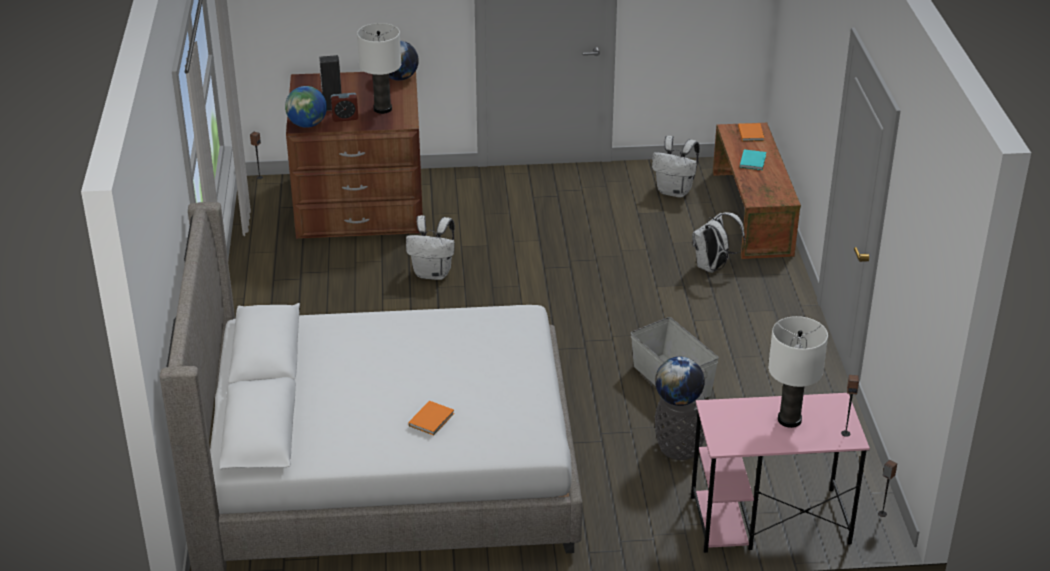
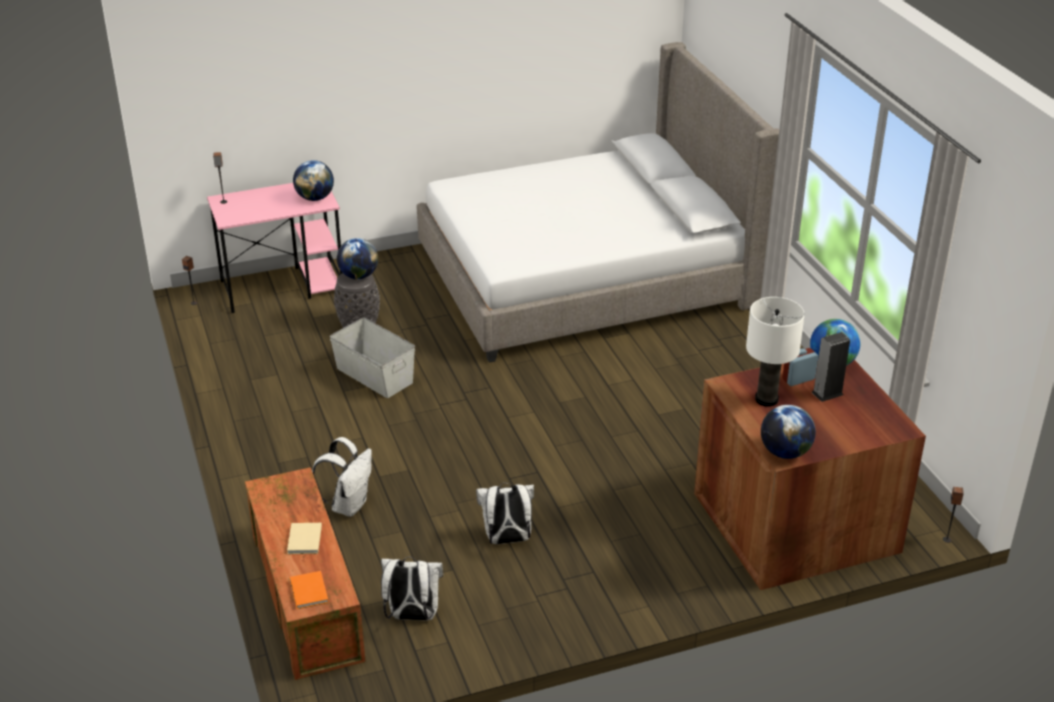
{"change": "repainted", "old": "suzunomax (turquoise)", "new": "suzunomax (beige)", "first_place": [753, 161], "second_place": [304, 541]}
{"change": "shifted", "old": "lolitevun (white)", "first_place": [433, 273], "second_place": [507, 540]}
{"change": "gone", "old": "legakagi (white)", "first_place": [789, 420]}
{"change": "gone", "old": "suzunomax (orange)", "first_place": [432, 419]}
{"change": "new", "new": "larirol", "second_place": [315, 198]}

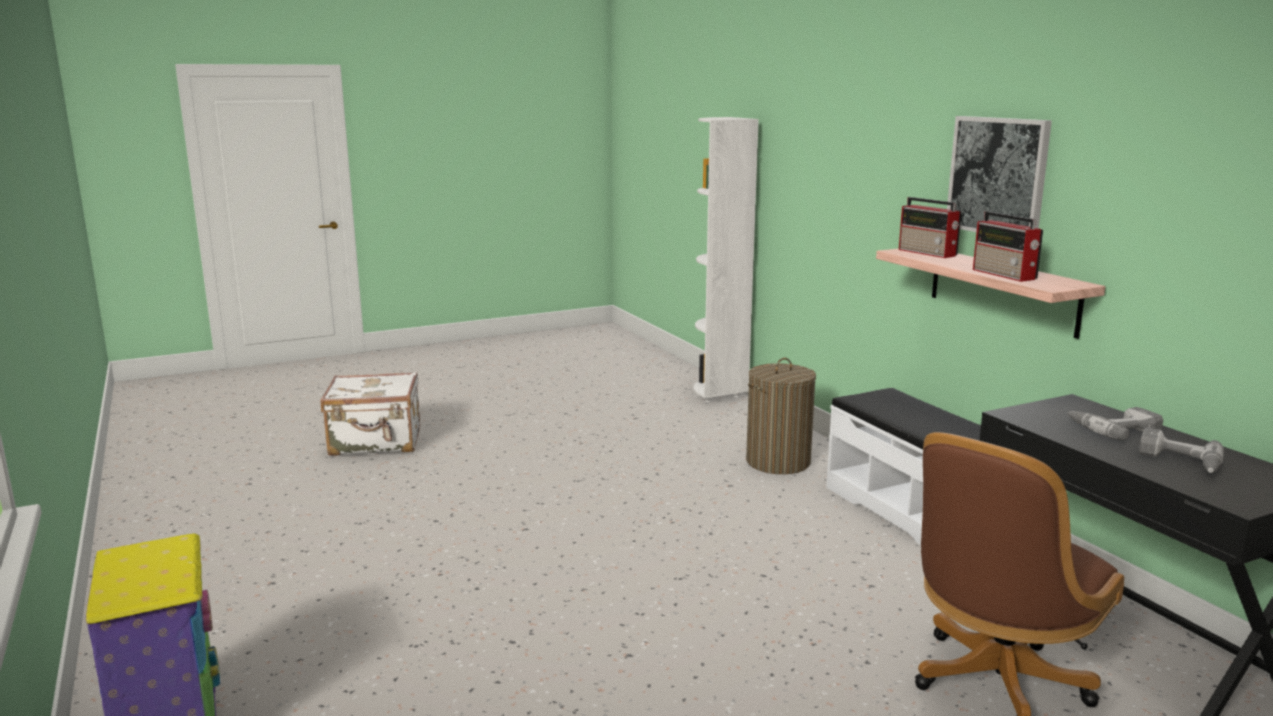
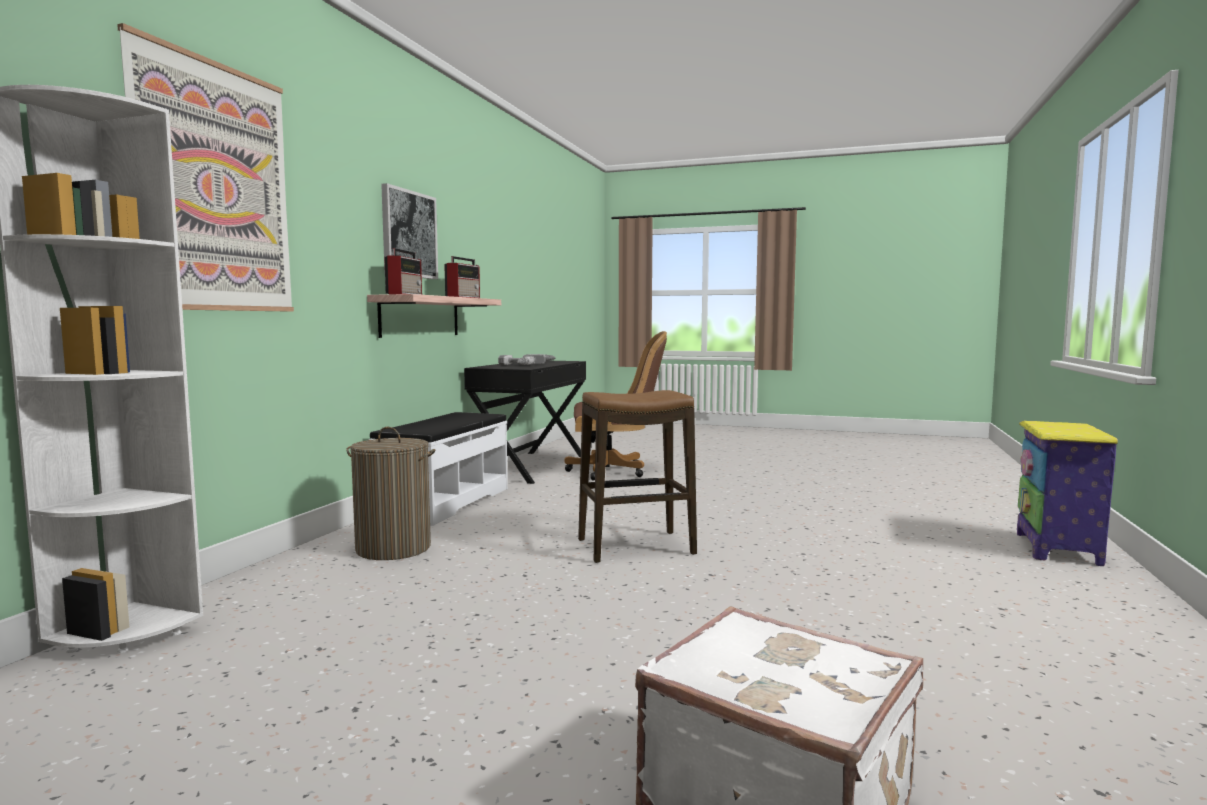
{"change": "new", "new": "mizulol", "second_place": [215, 188]}
{"change": "new", "new": "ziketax", "second_place": [636, 547]}

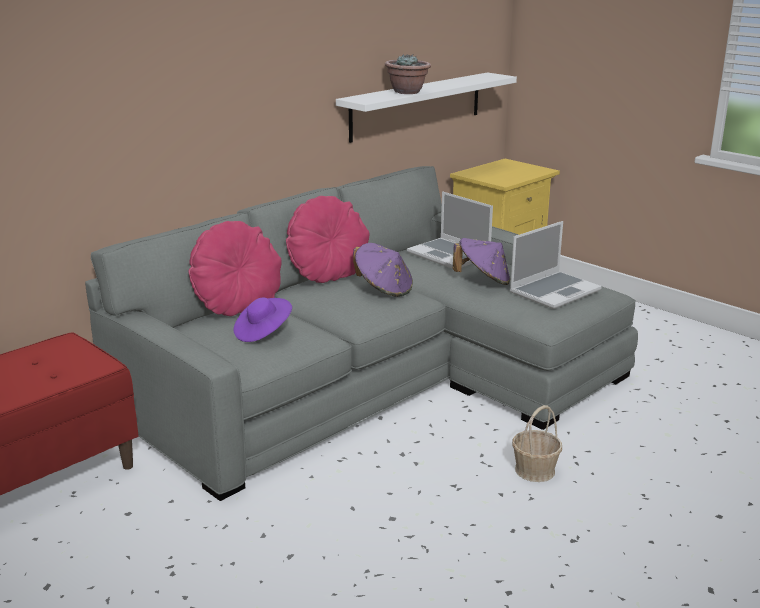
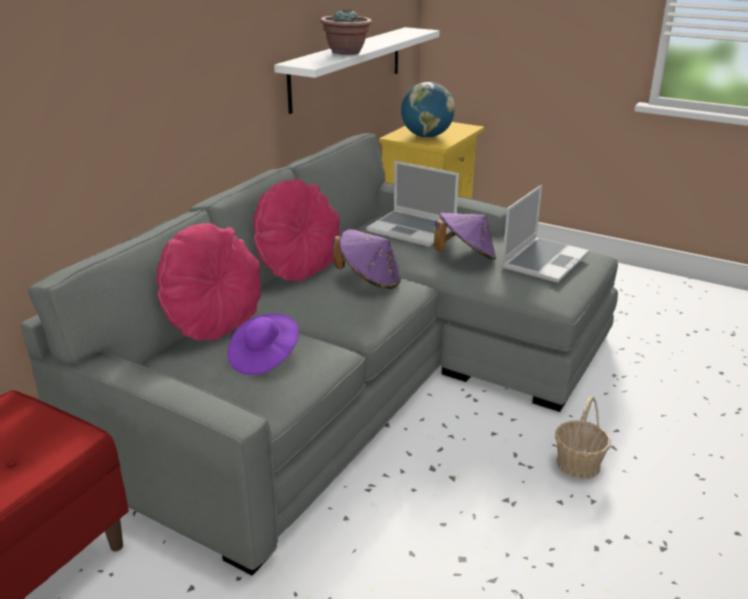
{"change": "new", "new": "larirol", "second_place": [426, 136]}

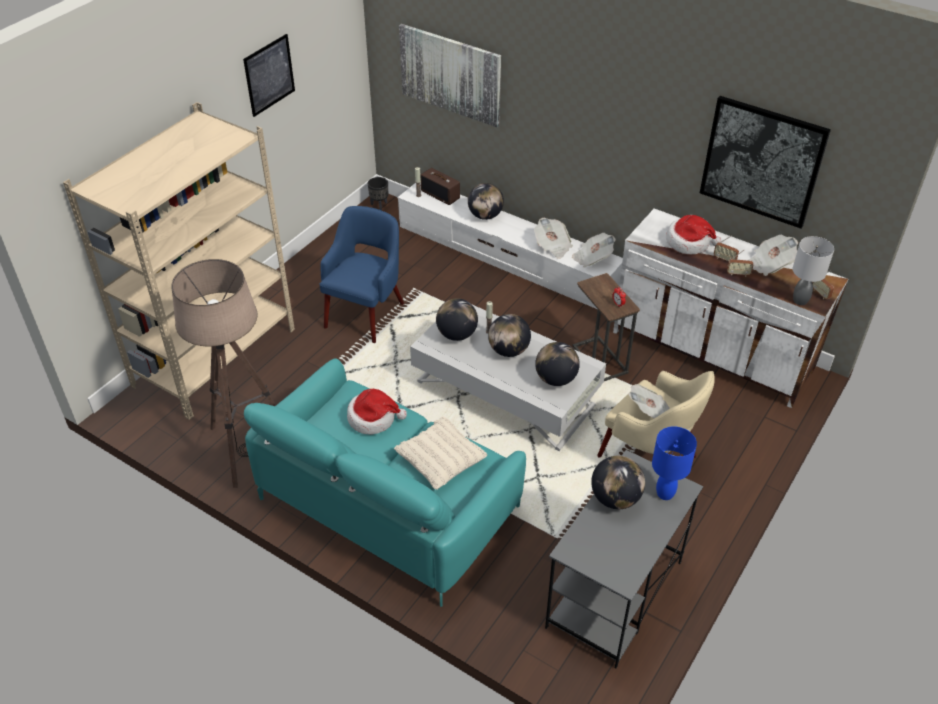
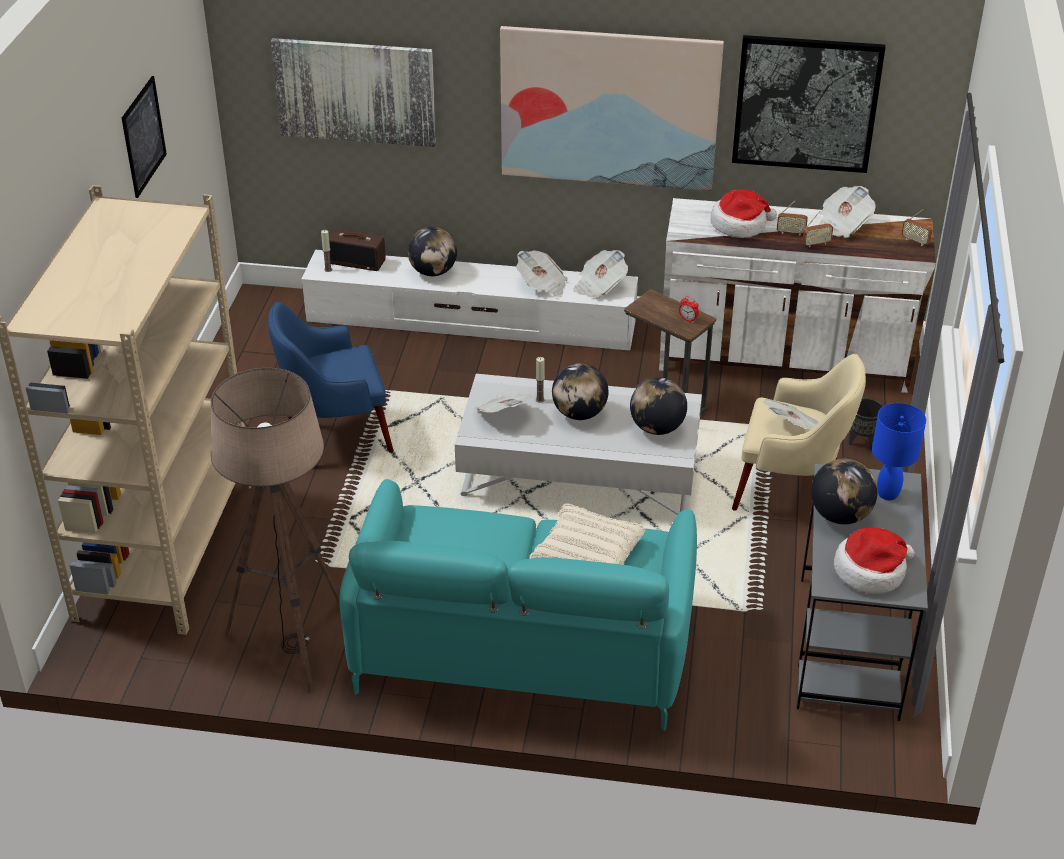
{"change": "shifted", "old": "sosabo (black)", "first_place": [379, 206], "second_place": [862, 443]}
{"change": "rotated", "old": "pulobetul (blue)", "first_place": [365, 313], "second_place": [336, 437], "degrees": -105}
{"change": "gone", "old": "legakagi (grey)", "first_place": [800, 300]}
{"change": "swapped", "old": "larirol", "new": "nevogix", "first_place": [457, 335], "second_place": [503, 414]}
{"change": "shifted", "old": "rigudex", "first_place": [373, 418], "second_place": [871, 571]}
{"change": "new", "new": "mizulol", "second_place": [609, 108]}

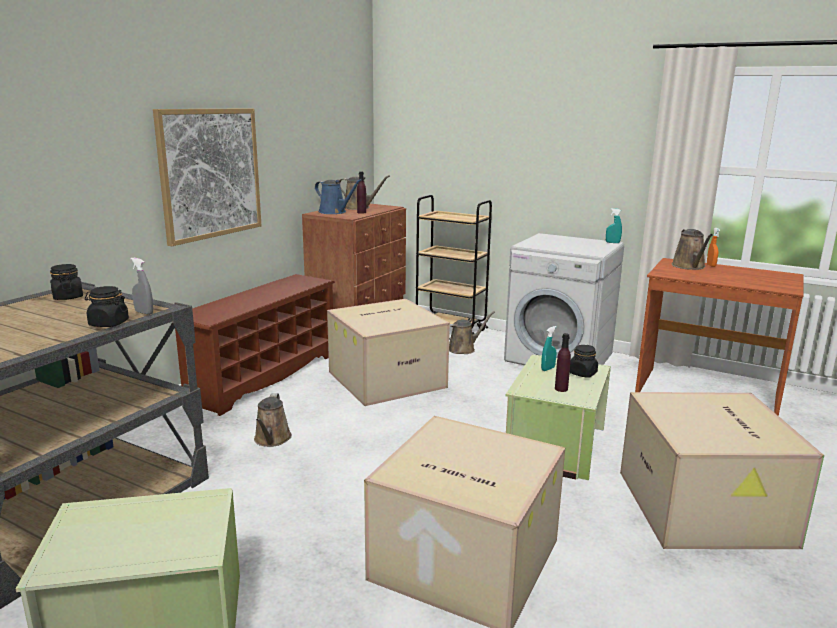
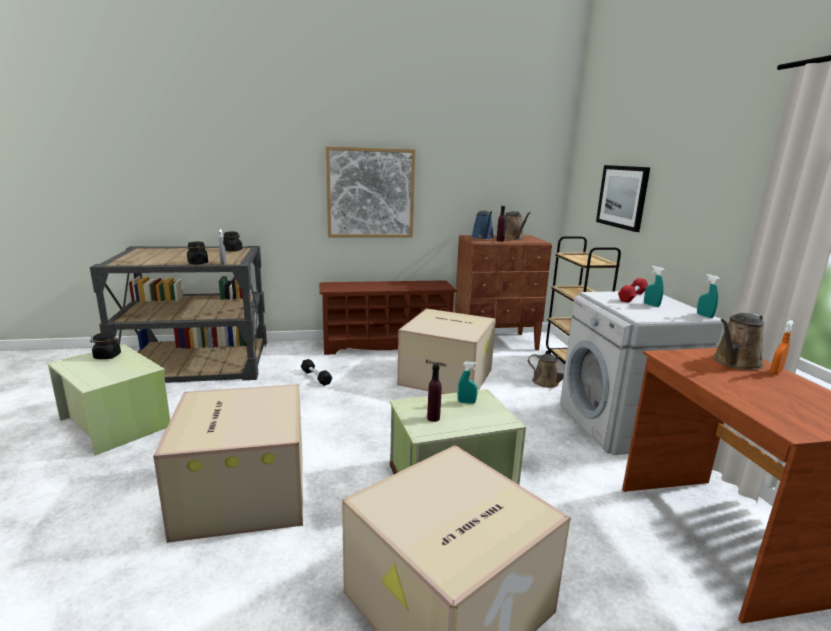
{"change": "shifted", "old": "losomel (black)", "first_place": [582, 373], "second_place": [107, 356]}
{"change": "swapped", "old": "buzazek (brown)", "new": "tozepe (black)", "first_place": [272, 439], "second_place": [316, 377]}
{"change": "new", "new": "mizulol", "second_place": [622, 197]}
{"change": "new", "new": "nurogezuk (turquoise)", "second_place": [651, 305]}
{"change": "new", "new": "tozepe (red)", "second_place": [632, 296]}

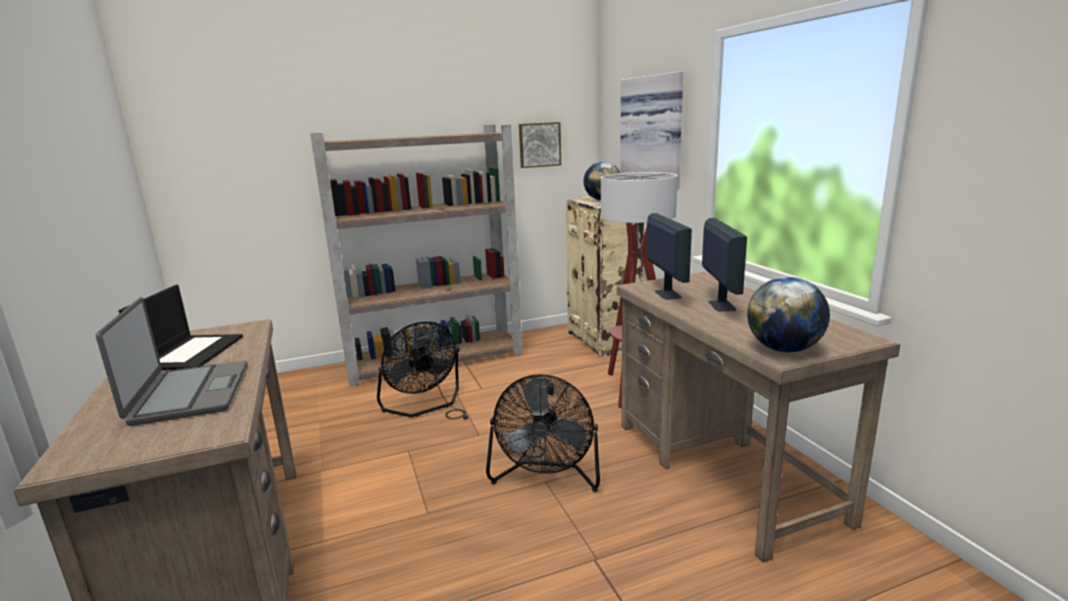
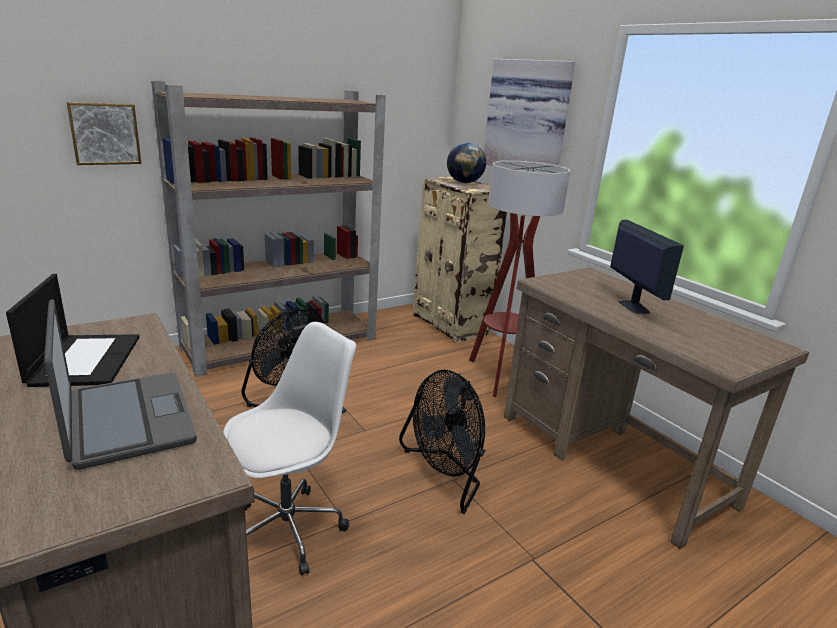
{"change": "shifted", "old": "mizulol", "first_place": [539, 144], "second_place": [105, 133]}
{"change": "gone", "old": "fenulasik", "first_place": [667, 294]}
{"change": "gone", "old": "larirol", "first_place": [784, 349]}
{"change": "rotated", "old": "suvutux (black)", "first_place": [543, 474], "second_place": [448, 471], "degrees": 60}
{"change": "new", "new": "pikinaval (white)", "second_place": [290, 529]}

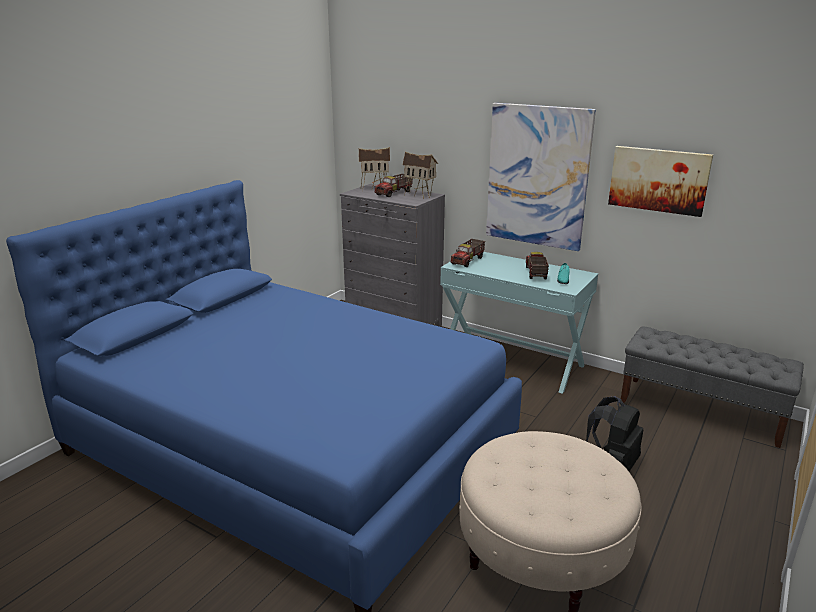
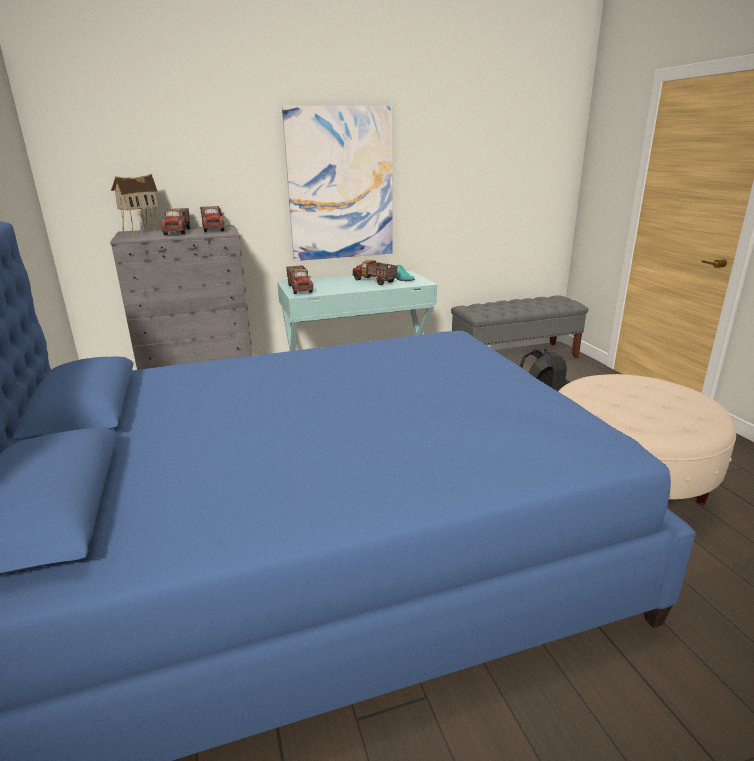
{"change": "gone", "old": "mizulol", "first_place": [658, 180]}
{"change": "swapped", "old": "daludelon", "new": "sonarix", "first_place": [419, 196], "second_place": [213, 229]}

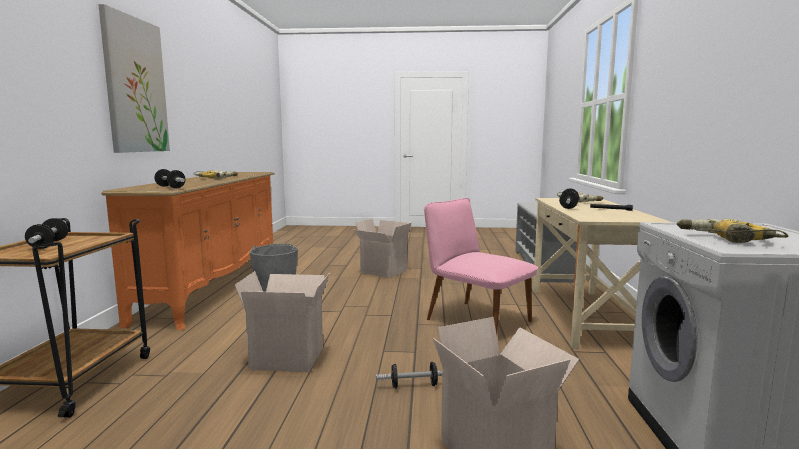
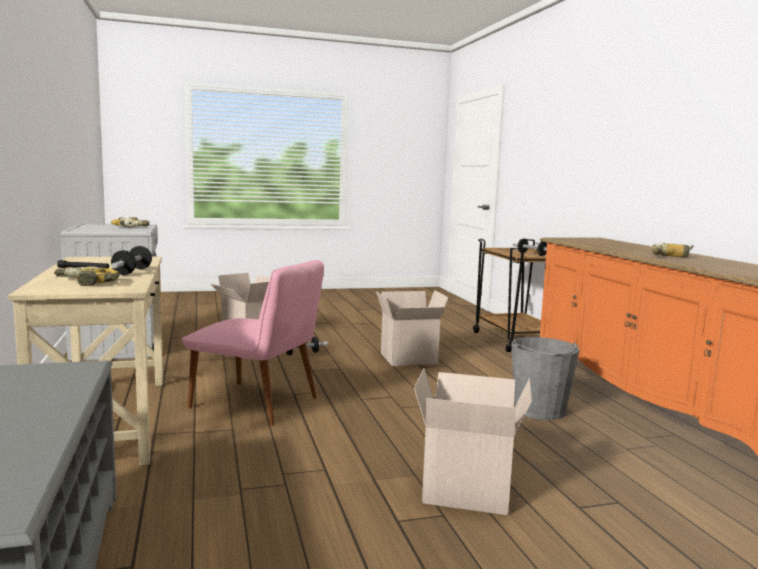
{"change": "gone", "old": "mizulol", "first_place": [135, 85]}
{"change": "gone", "old": "tozepe", "first_place": [170, 187]}

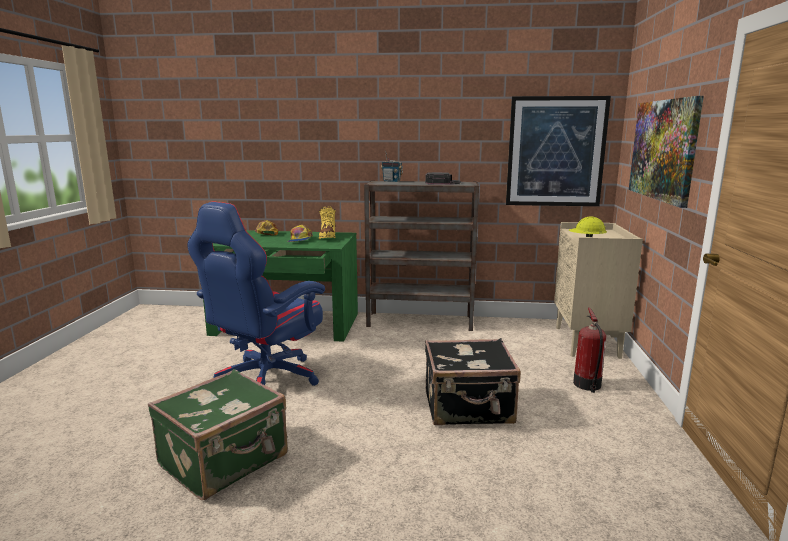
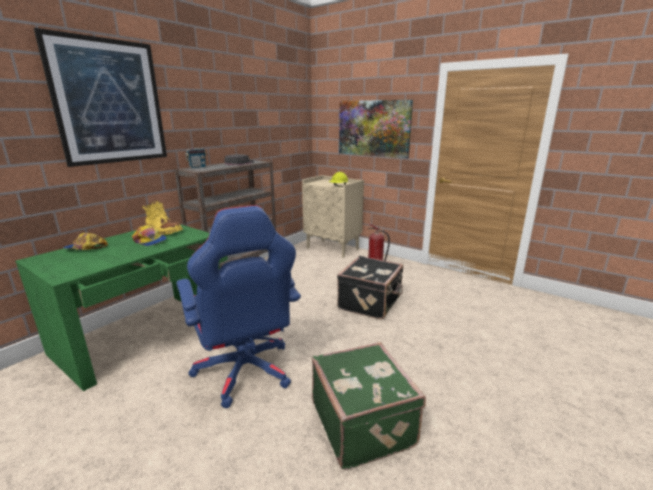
{"change": "shifted", "old": "mizulol", "first_place": [555, 152], "second_place": [109, 102]}

